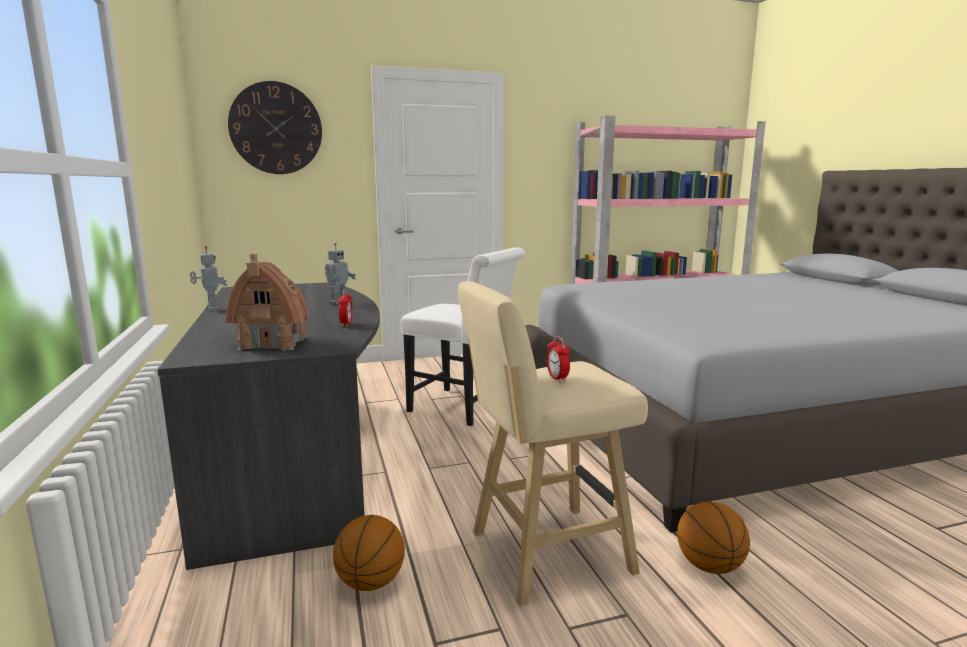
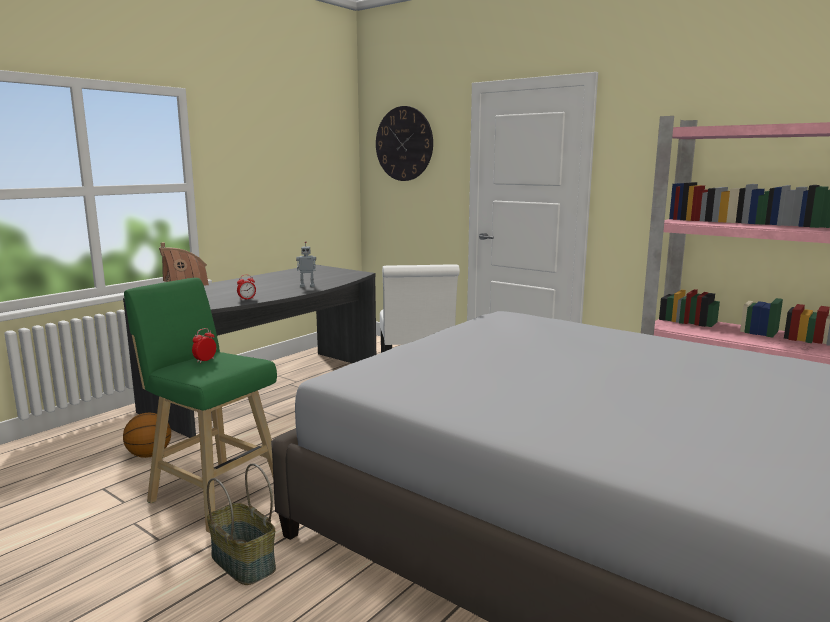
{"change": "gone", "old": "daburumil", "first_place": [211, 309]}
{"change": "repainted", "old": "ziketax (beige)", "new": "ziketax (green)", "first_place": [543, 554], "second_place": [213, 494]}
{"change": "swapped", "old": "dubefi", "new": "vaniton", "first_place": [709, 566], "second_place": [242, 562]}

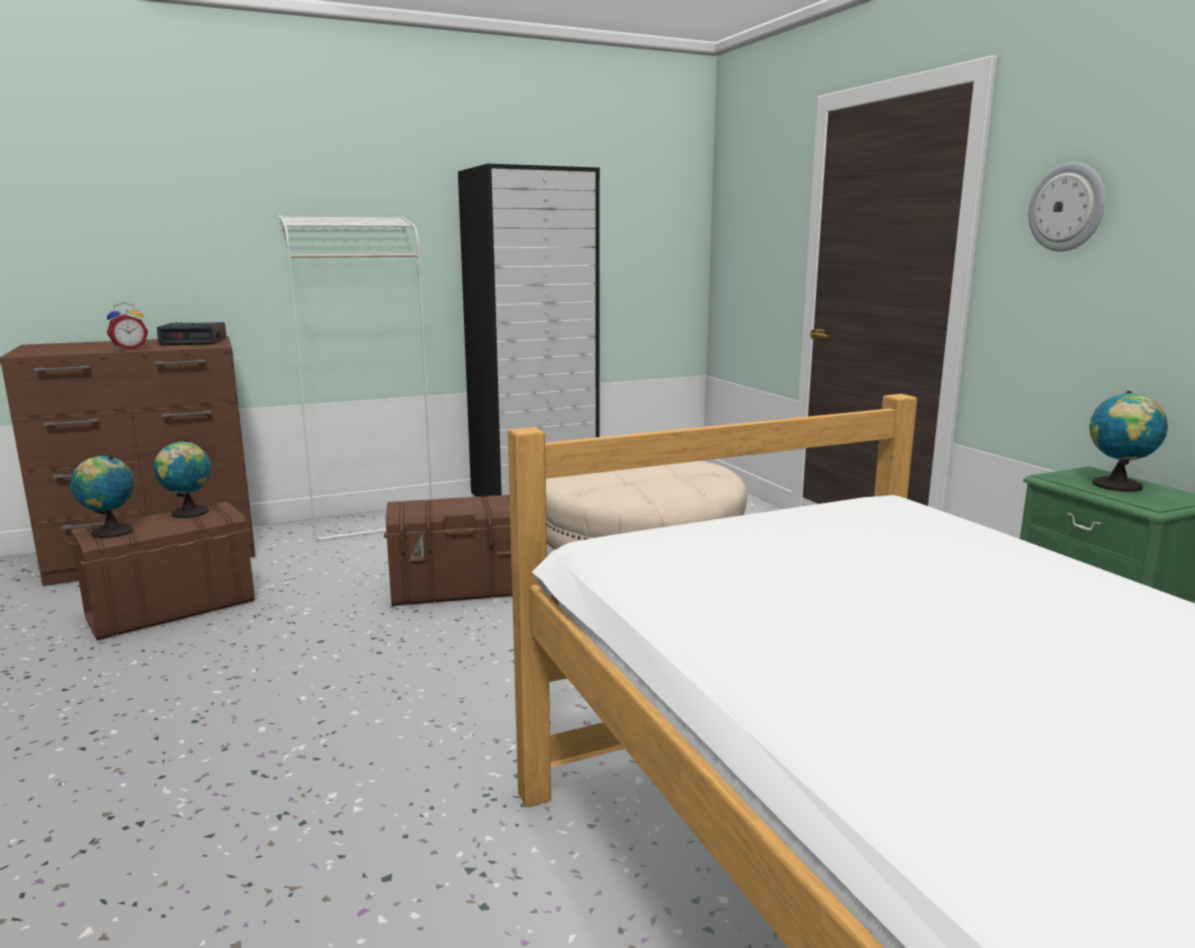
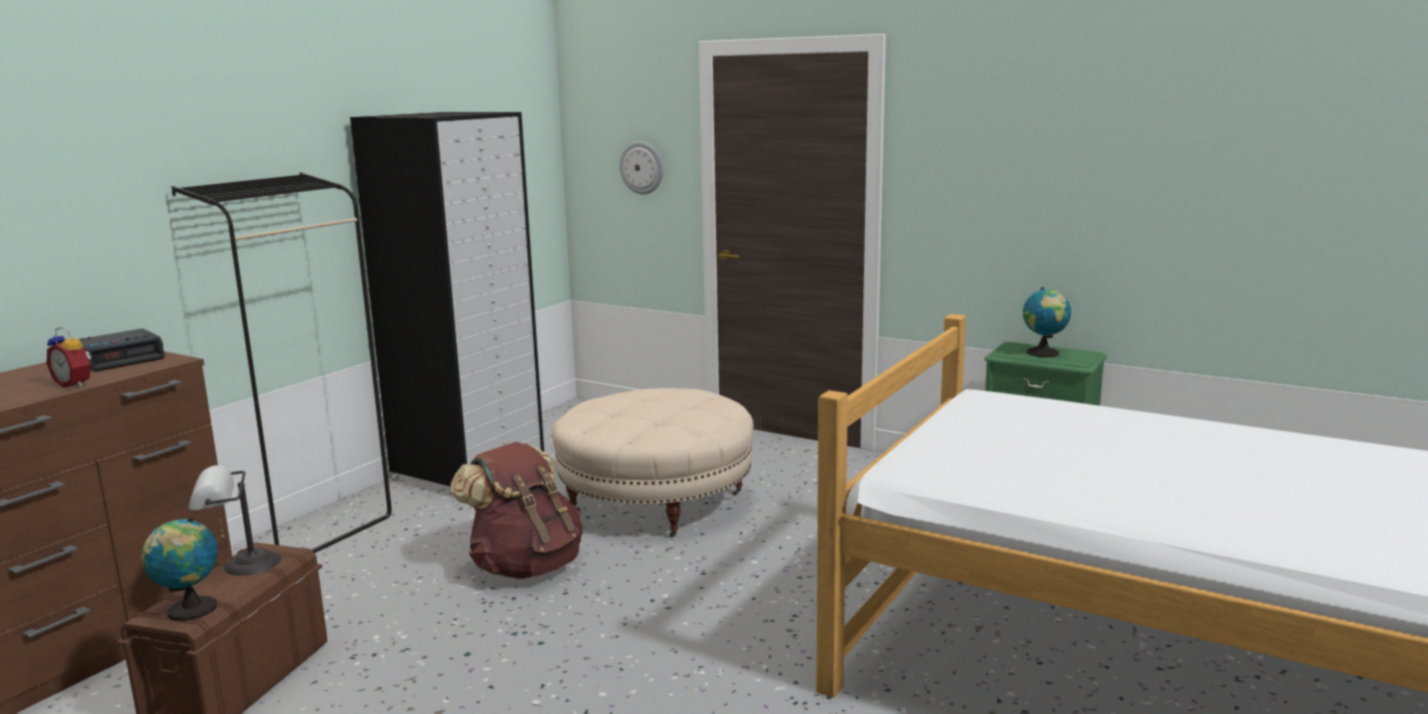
{"change": "shifted", "old": "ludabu", "first_place": [1067, 207], "second_place": [642, 167]}
{"change": "repainted", "old": "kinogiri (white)", "new": "kinogiri (black)", "first_place": [371, 523], "second_place": [315, 532]}
{"change": "rotated", "old": "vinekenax", "first_place": [129, 349], "second_place": [76, 384], "degrees": 105}
{"change": "swapped", "old": "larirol", "new": "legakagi", "first_place": [188, 513], "second_place": [240, 566]}
{"change": "swapped", "old": "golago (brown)", "new": "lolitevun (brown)", "first_place": [461, 589], "second_place": [526, 566]}

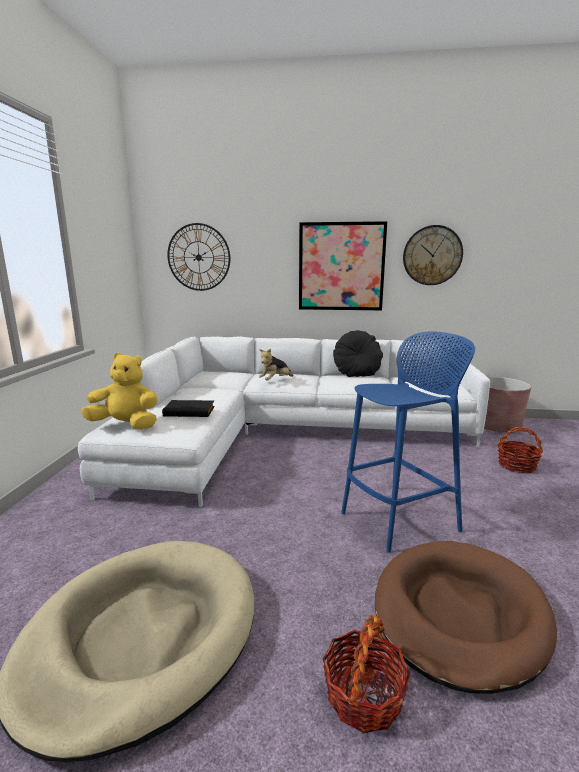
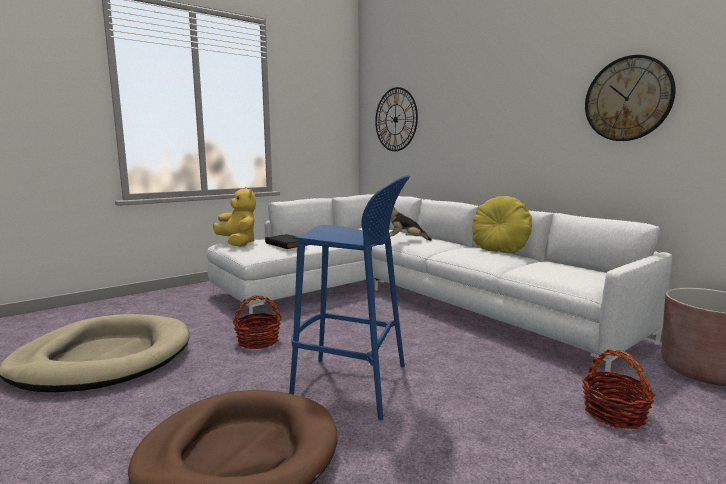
{"change": "gone", "old": "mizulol", "first_place": [341, 267]}
{"change": "repainted", "old": "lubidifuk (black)", "new": "lubidifuk (yellow)", "first_place": [356, 375], "second_place": [499, 251]}
{"change": "shifted", "old": "vaniton", "first_place": [364, 696], "second_place": [258, 341]}

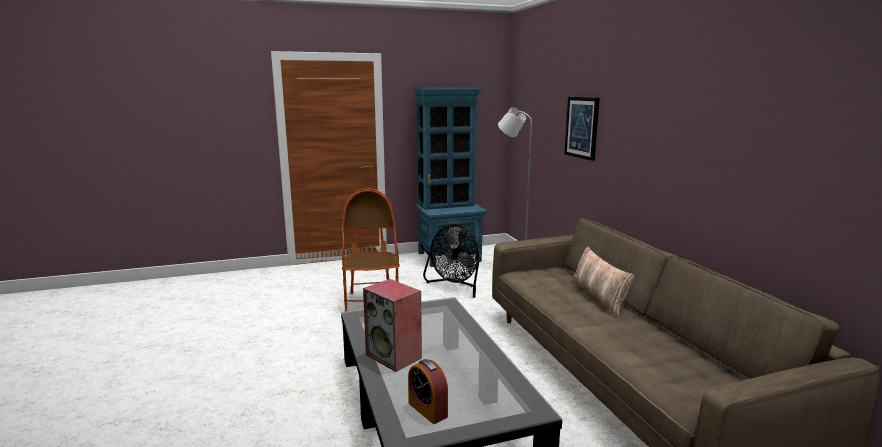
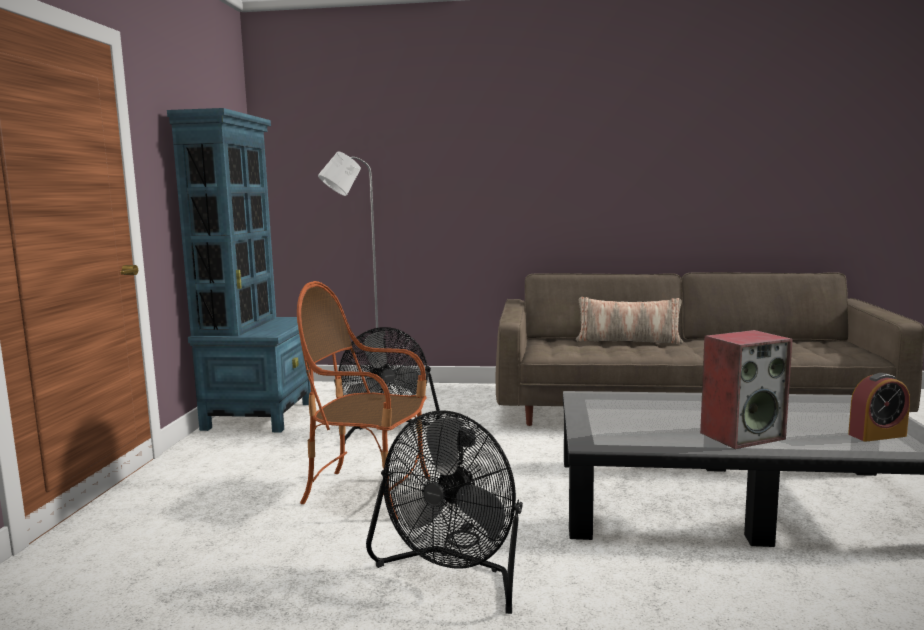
{"change": "gone", "old": "mizulol", "first_place": [582, 127]}
{"change": "new", "new": "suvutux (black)", "second_place": [453, 570]}

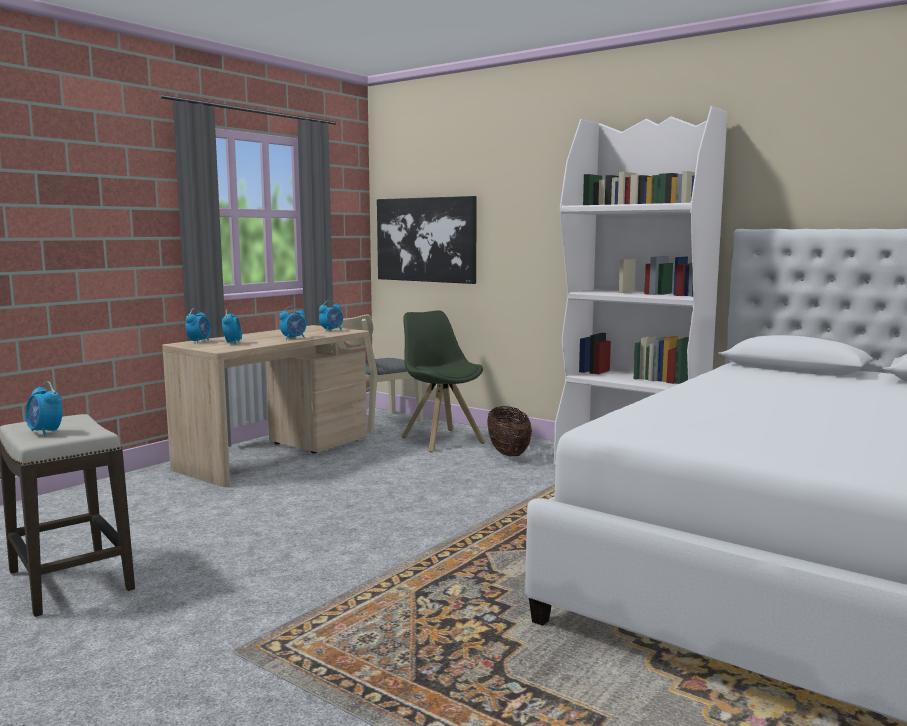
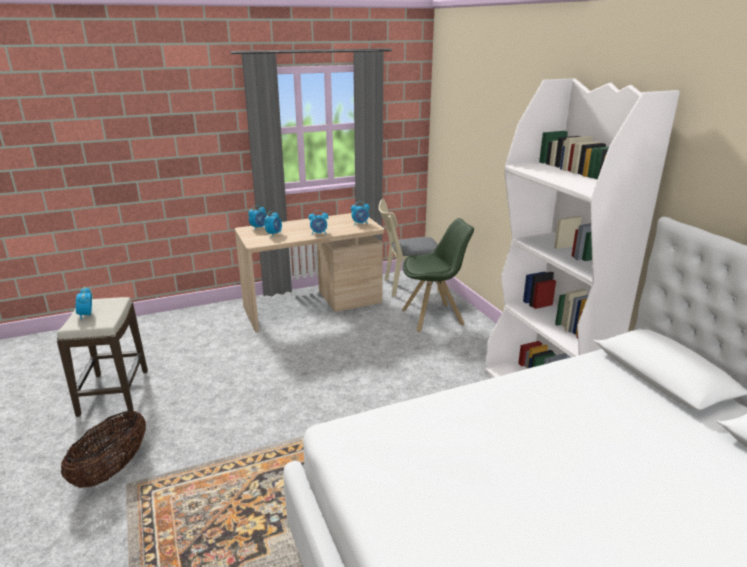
{"change": "gone", "old": "mizulol", "first_place": [426, 239]}
{"change": "rotated", "old": "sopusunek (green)", "first_place": [441, 440], "second_place": [433, 317], "degrees": 75}
{"change": "shifted", "old": "vaniton", "first_place": [508, 453], "second_place": [112, 469]}

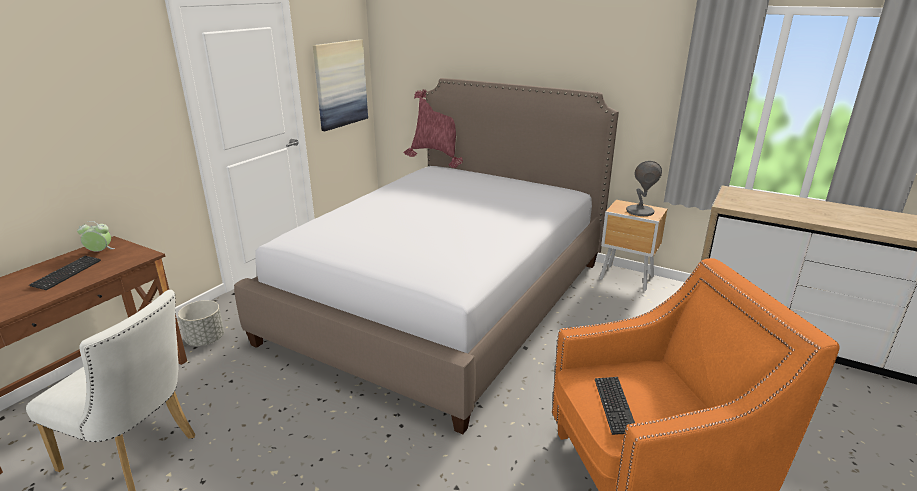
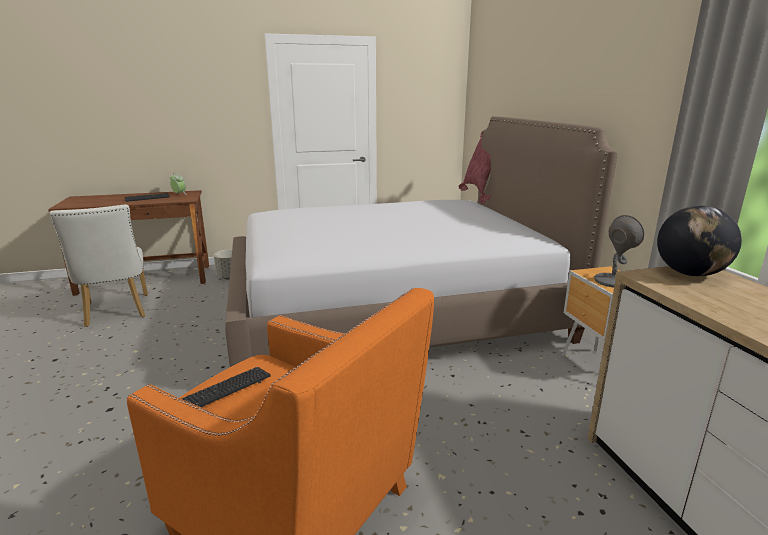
{"change": "gone", "old": "mizulol", "first_place": [340, 84]}
{"change": "new", "new": "larirol", "second_place": [690, 274]}

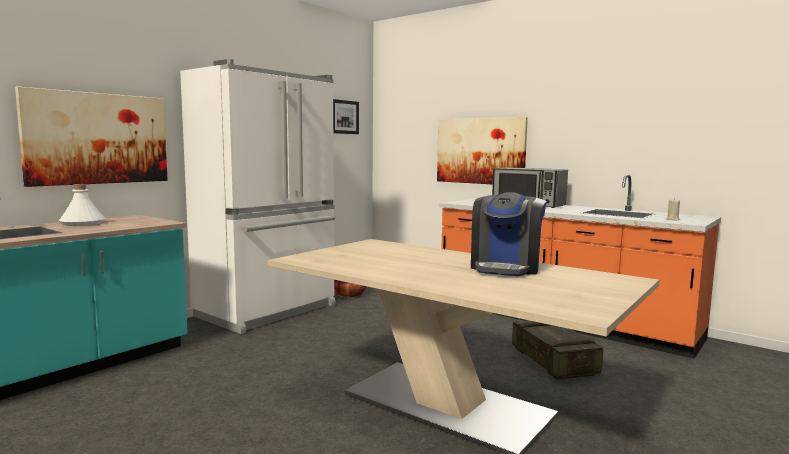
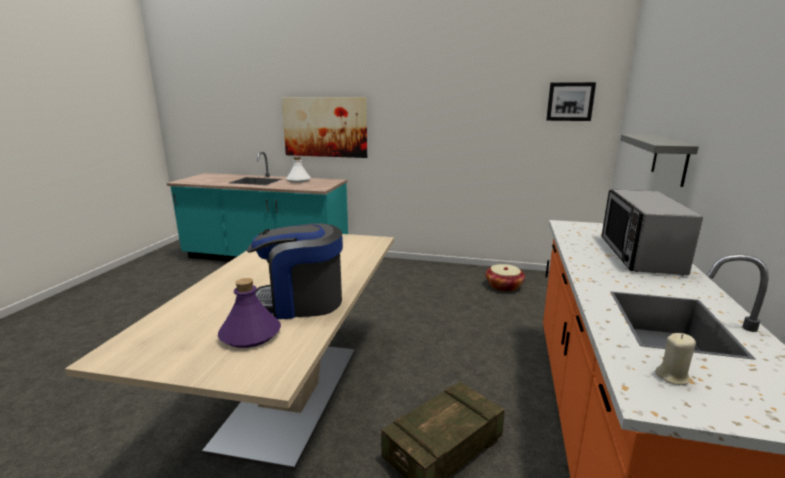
{"change": "gone", "old": "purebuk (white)", "first_place": [269, 311]}
{"change": "swapped", "old": "mizulol", "new": "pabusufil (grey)", "first_place": [480, 151], "second_place": [670, 159]}
{"change": "new", "new": "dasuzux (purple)", "second_place": [250, 335]}

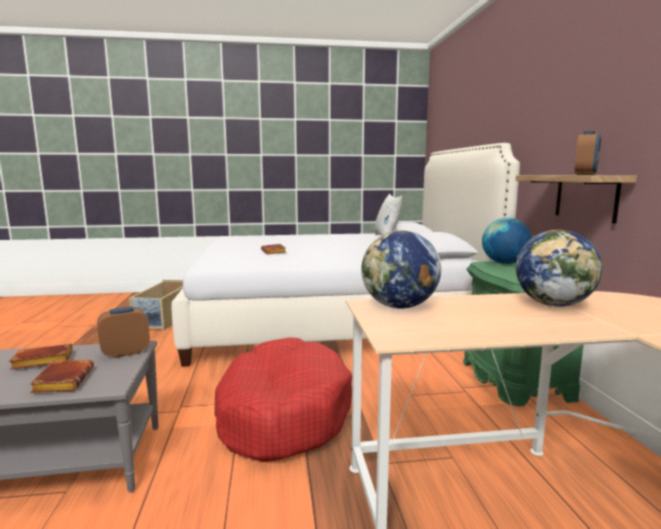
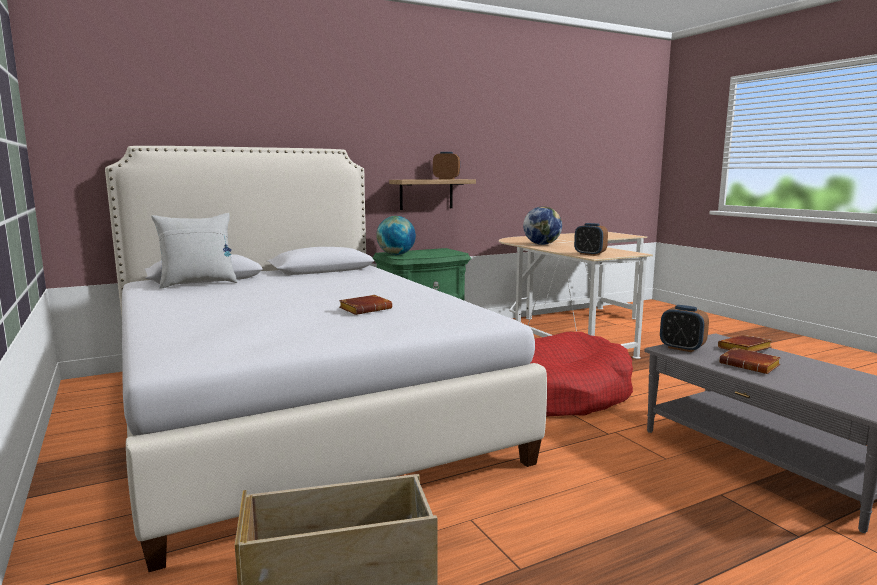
{"change": "swapped", "old": "larirol", "new": "vinekenax", "first_place": [399, 306], "second_place": [590, 254]}

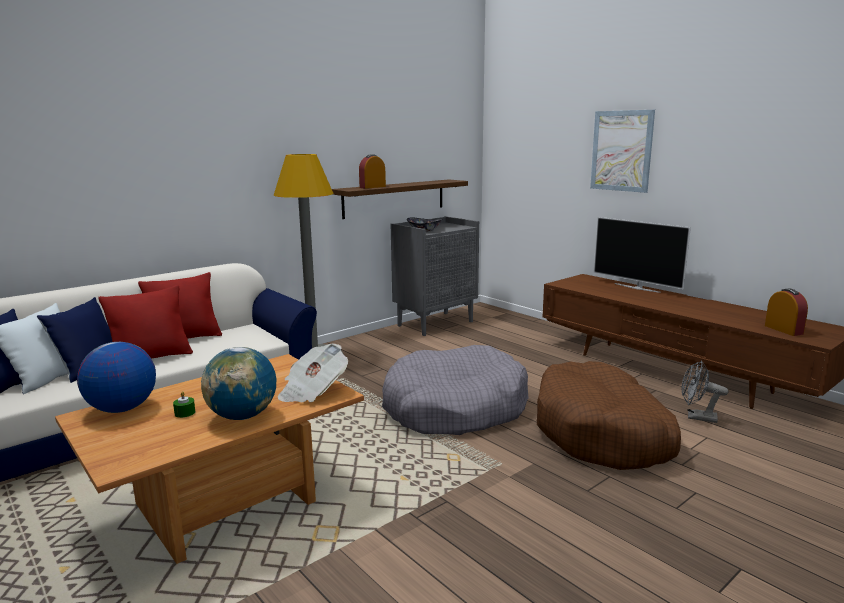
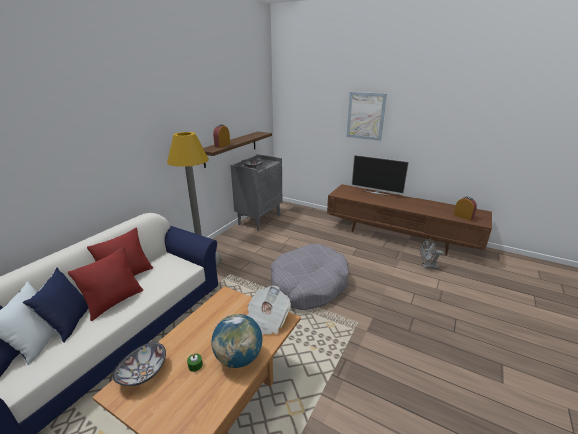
{"change": "swapped", "old": "larirol", "new": "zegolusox", "first_place": [122, 409], "second_place": [143, 374]}
{"change": "gone", "old": "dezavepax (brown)", "first_place": [602, 433]}

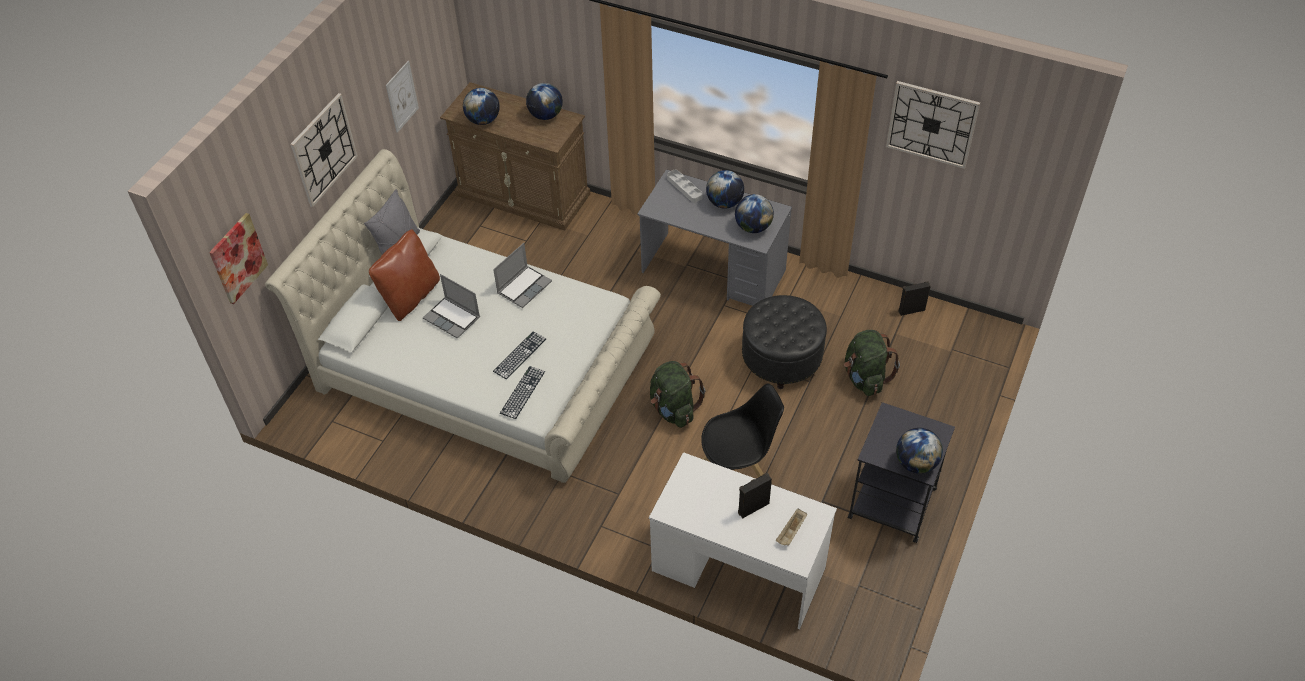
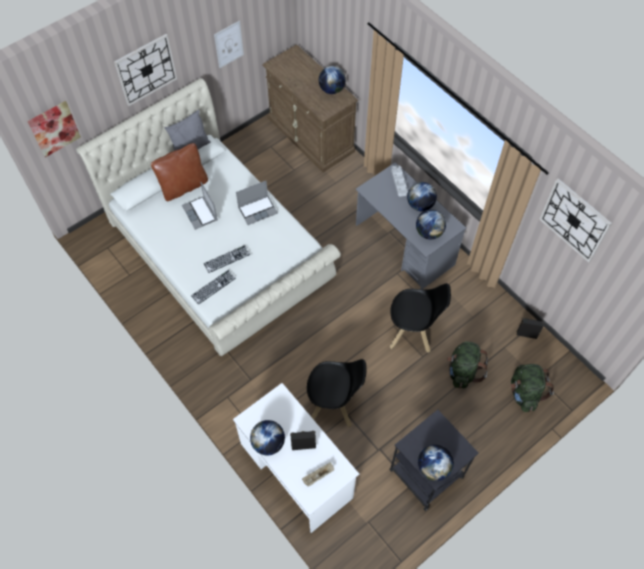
{"change": "shifted", "old": "larirol", "first_place": [483, 120], "second_place": [268, 443]}
{"change": "swapped", "old": "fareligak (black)", "new": "sopusunek (black)", "first_place": [781, 360], "second_place": [413, 331]}
{"change": "shifted", "old": "lolitevun (green)", "first_place": [673, 409], "second_place": [524, 393]}

